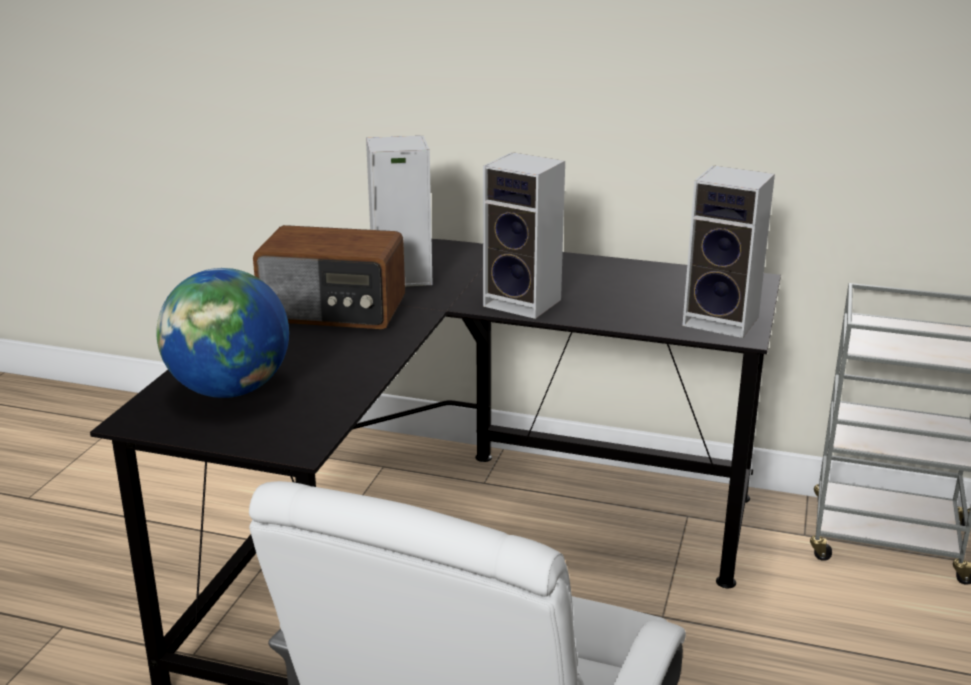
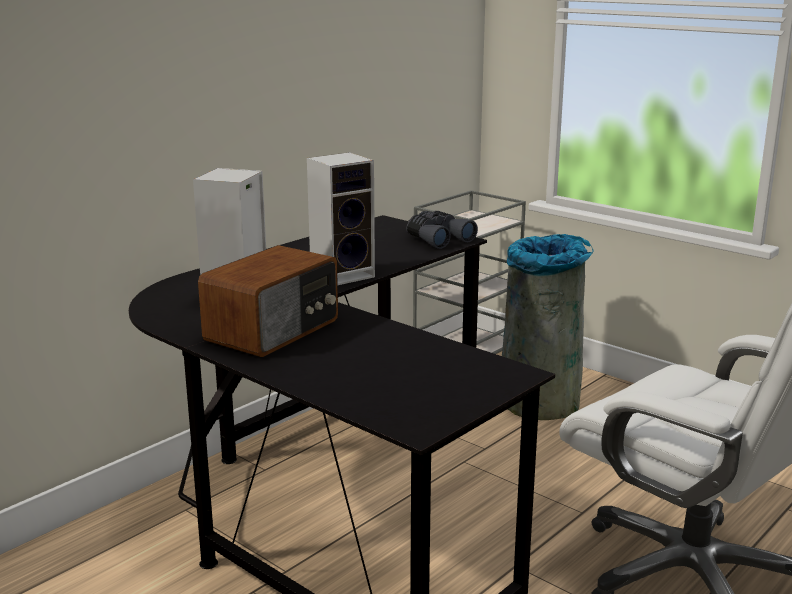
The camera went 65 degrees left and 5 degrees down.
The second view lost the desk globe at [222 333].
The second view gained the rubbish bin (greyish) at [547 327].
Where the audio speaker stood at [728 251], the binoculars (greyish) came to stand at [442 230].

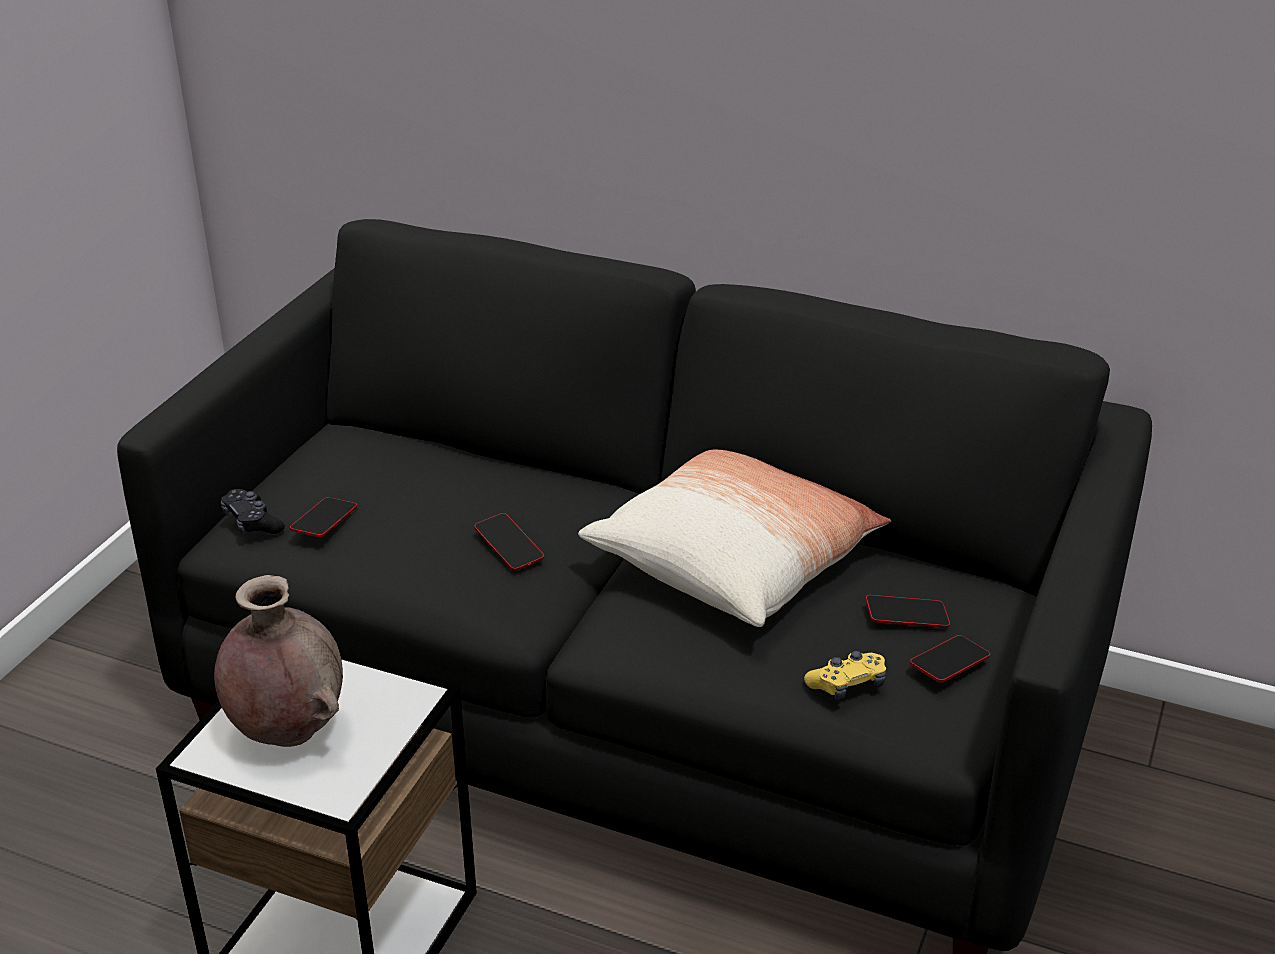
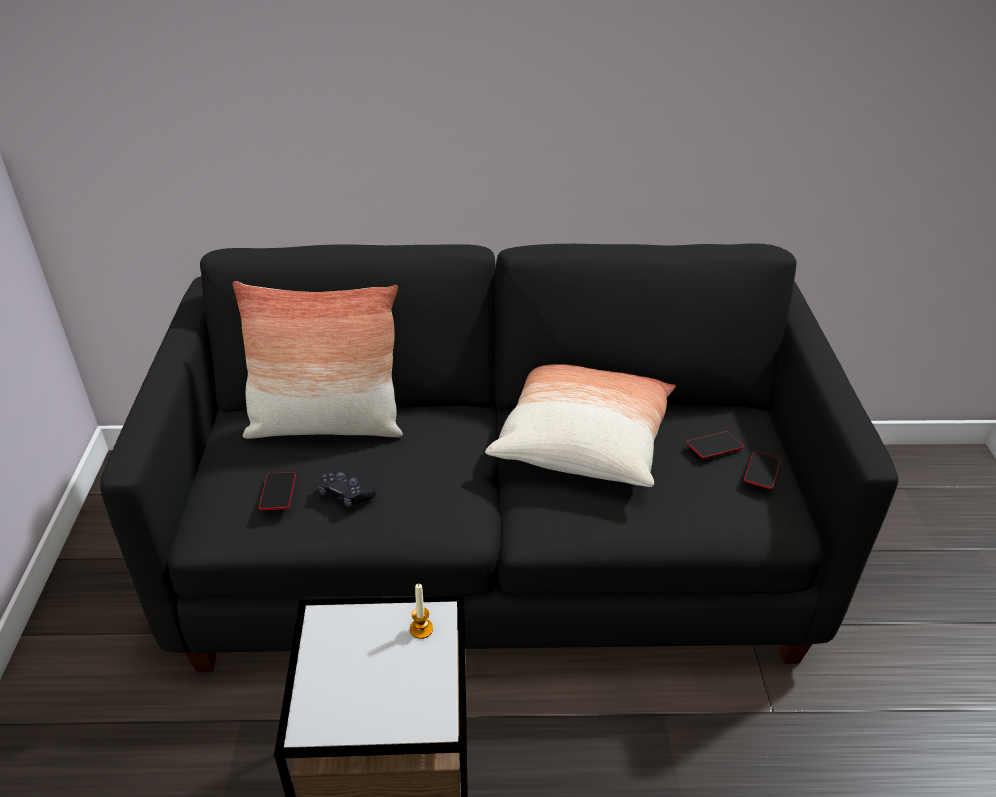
The camera went 25 degrees left and 5 degrees up.
The second view lost the vase (brownish) at [278 661].
The second view lost the telephone at [509 542].
The second view lost the game controller (yellowish) at [845 675].
The second view gained the cushion at [318 360].
The second view gained the wax candle at [421 611].
The game controller (black-coloured) ended up elsewhere, having gone from [253 511] to [347 490].

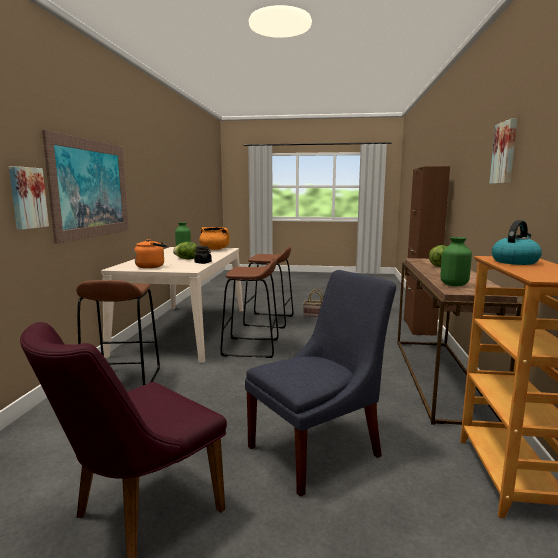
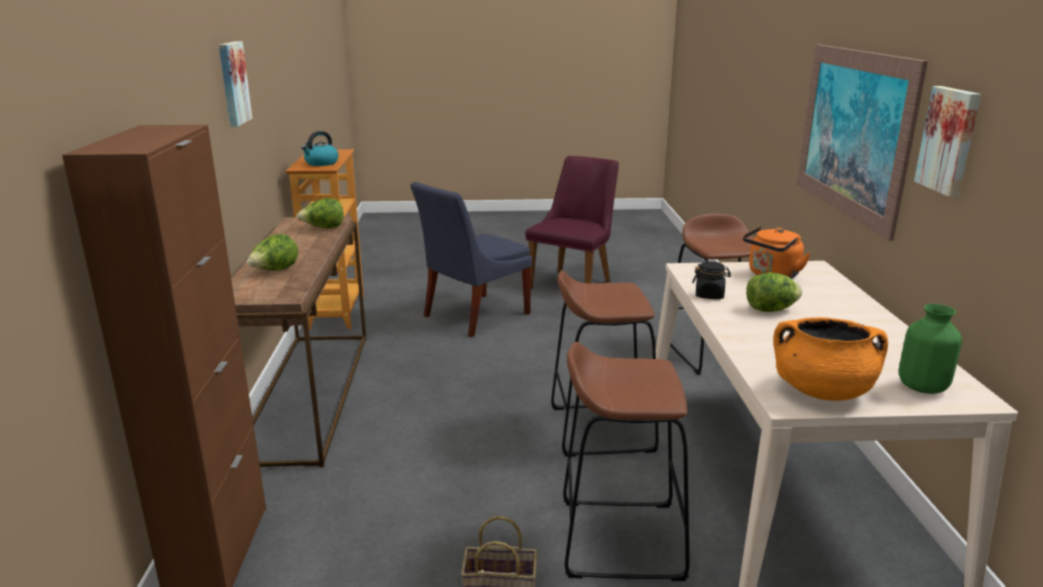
The camera went 170 degrees right and 10 degrees up.
The wall picture ended up elsewhere, having gone from [29 198] to [947 141].
Where the vase (green) stood at [456 261], the head of lettuce came to stand at [320 213].

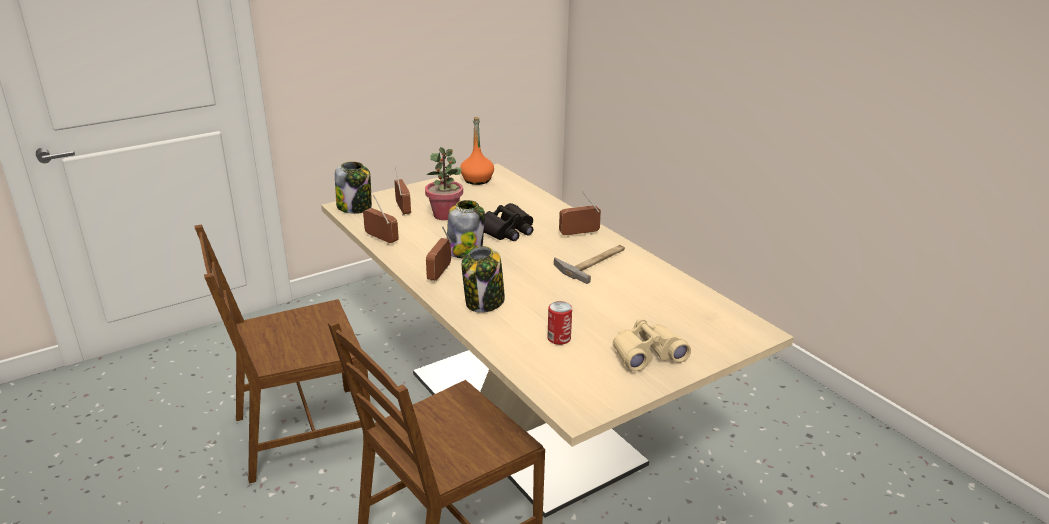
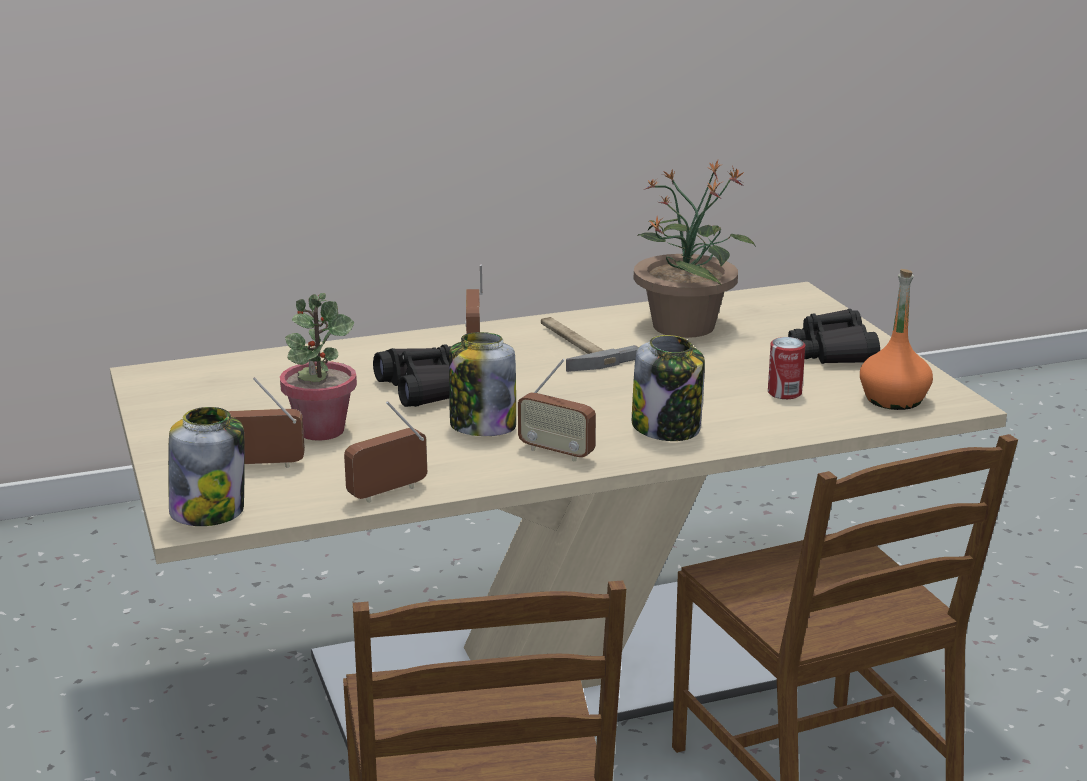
The camera went 75 degrees left and 5 degrees down.
The second view gained the houseplant at [695 249].
The beverage bottle (orange) ended up elsewhere, having gone from [477 151] to [896 339].
What was the binoculars (beige-coloured) at [652 345] turned into the binoculars (black-coloured) at [834 336].

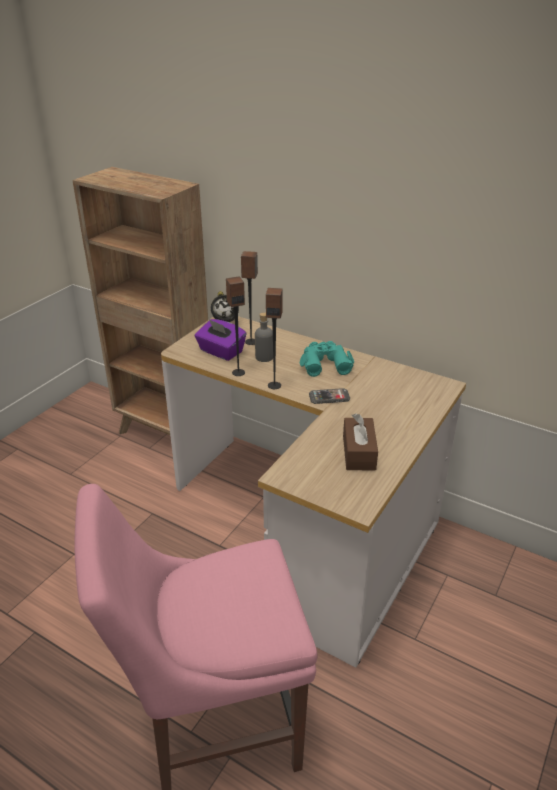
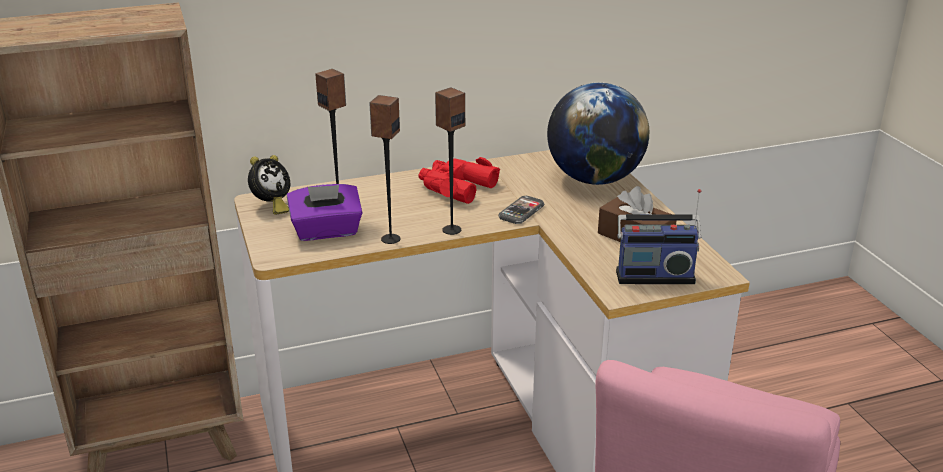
The camera went 50 degrees left and 5 degrees down.
The second view lost the beverage bottle (greyish) at [264 337].
The second view gained the desk globe at [598 133].
The second view gained the radio at [659 236].
What was the binoculars (turquoise) at [327 359] turned into the binoculars (red-coloured) at [459 180].

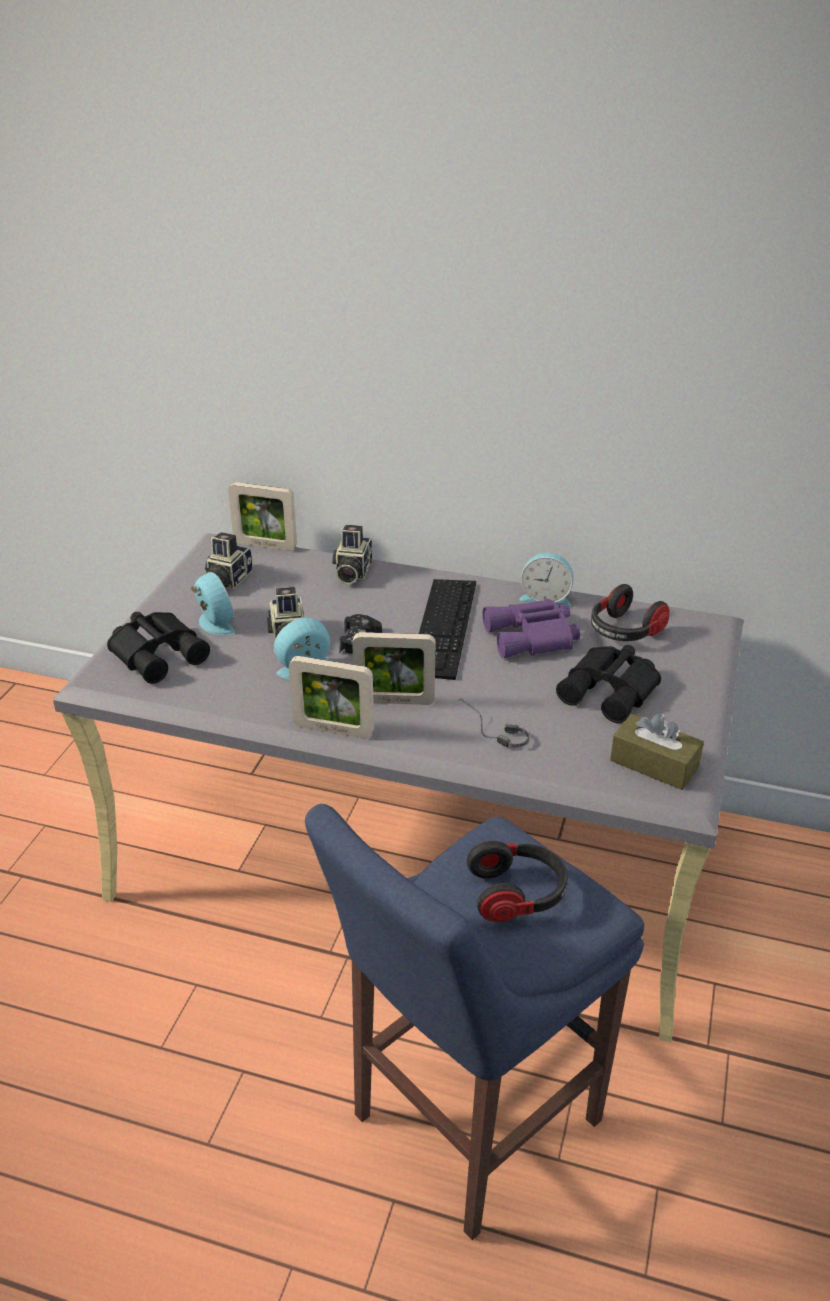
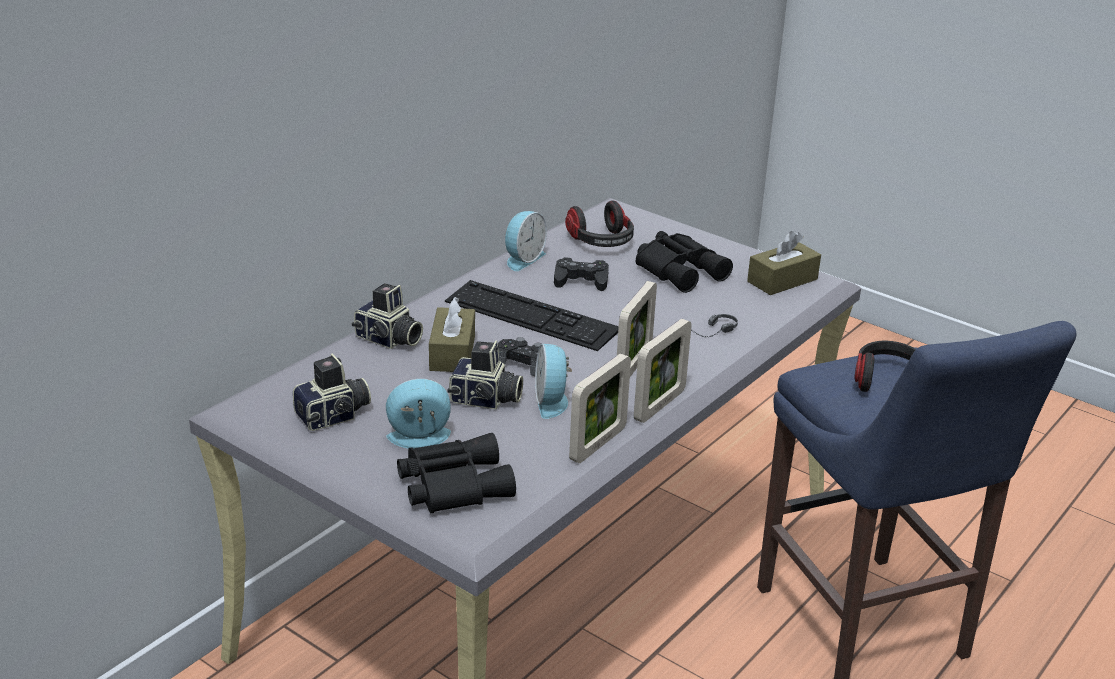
The camera went 70 degrees left and 5 degrees down.
The second view gained the tissue box (brownish) at [452 334].
The photo frame ended up elsewhere, having gone from [262 516] to [600 408].
Where the binoculars (purple) stood at [531 628], the game controller (black-coloured) came to stand at [581 274].
The photo camera at [228 560] ended up facing another way, 75 degrees counterclockwise from before.

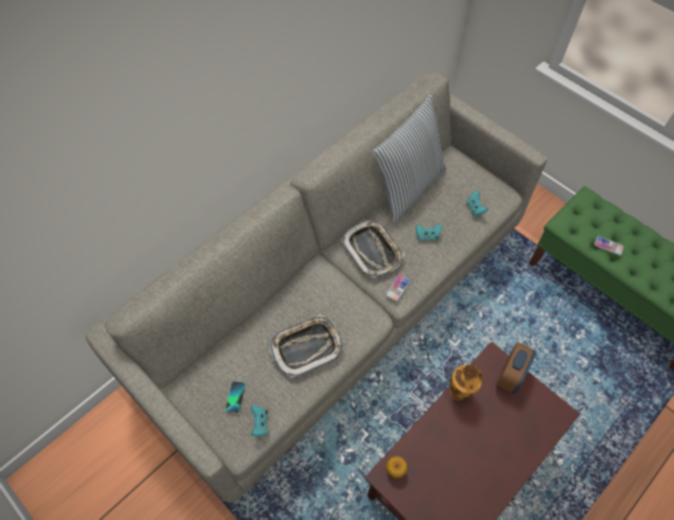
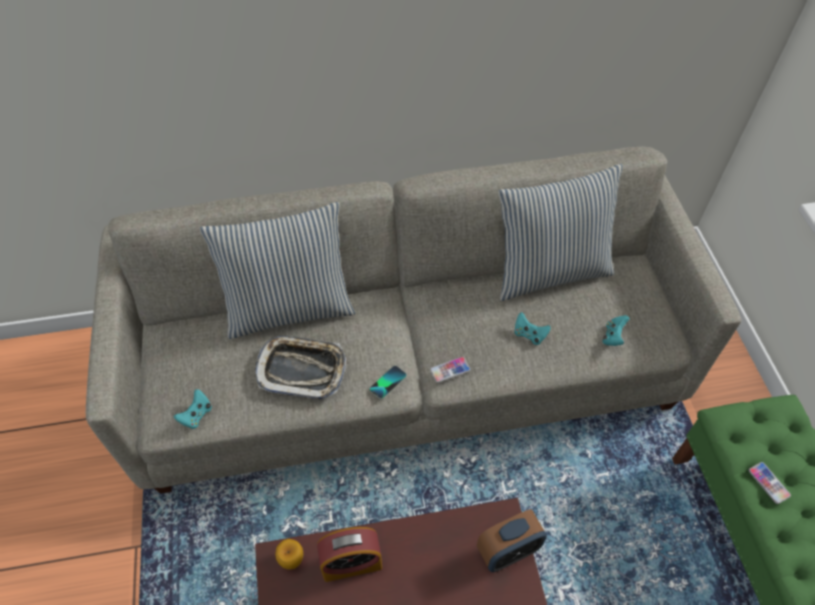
The camera went 35 degrees right and 5 degrees down.
The second view lost the carrying tray at [373 249].
The second view lost the vase at [466 383].
The second view gained the cushion at [277 270].
The second view gained the table clock at [349 554].
The telephone ended up elsewhere, having gone from [235 397] to [388 382].

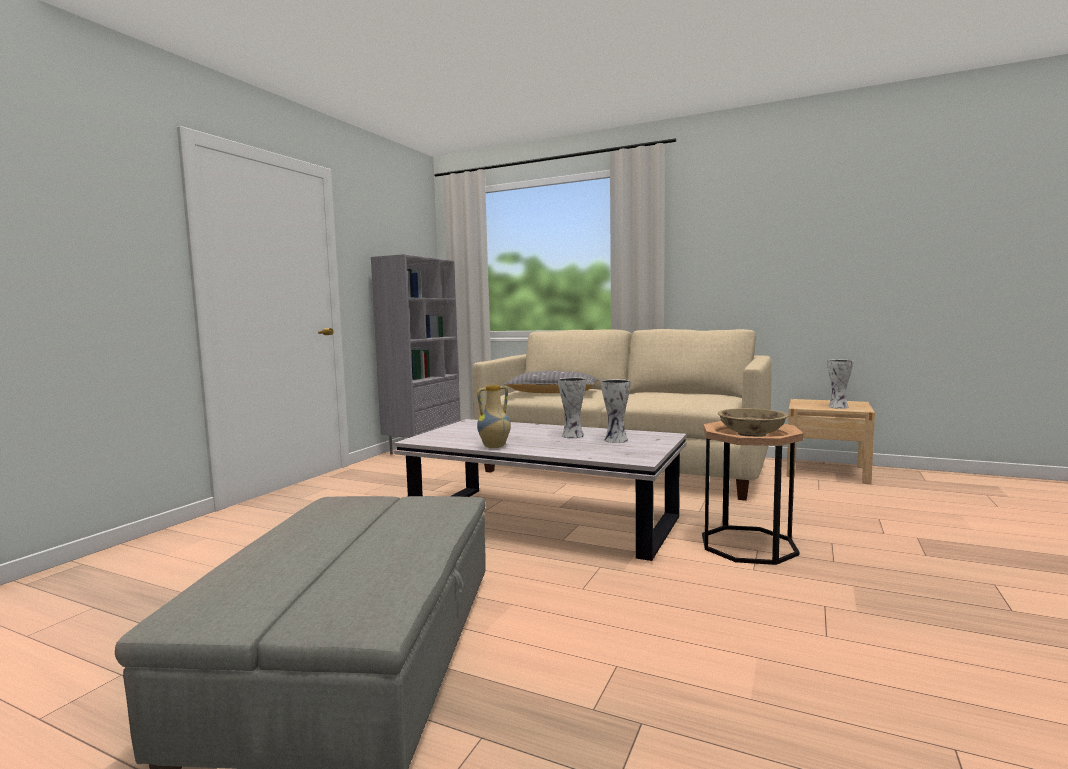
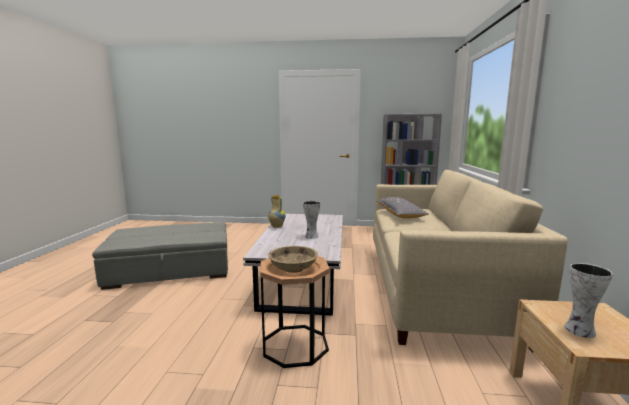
The camera went 70 degrees right and 5 degrees up.
The second view lost the vase at [616 411].

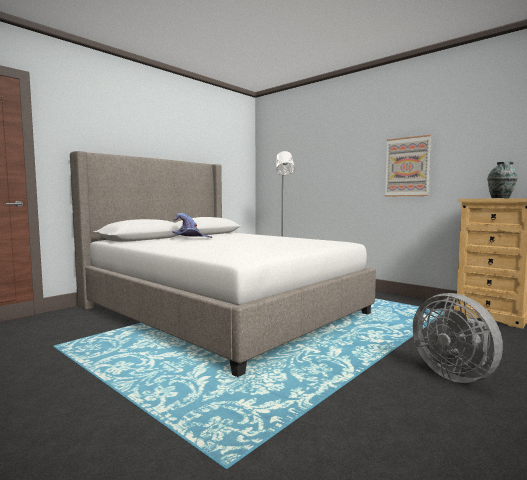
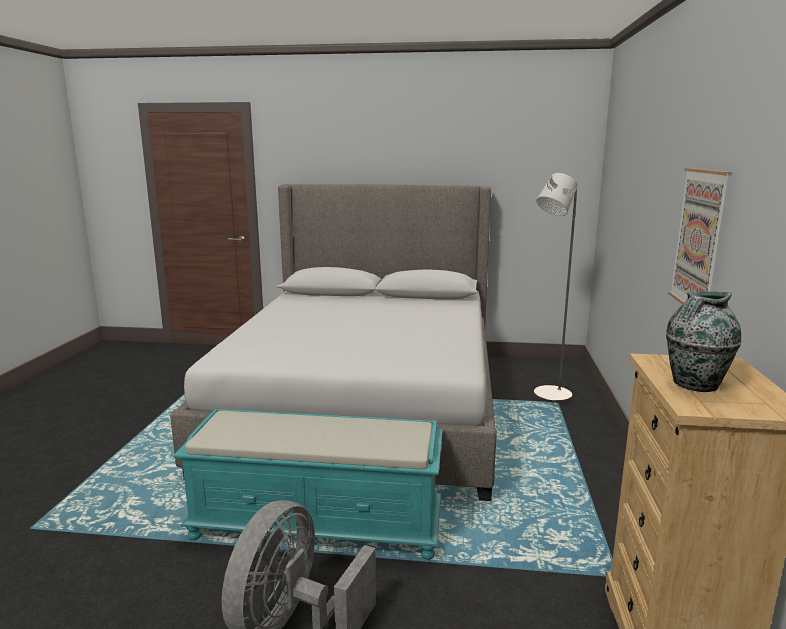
The camera went 55 degrees right and 10 degrees up.
The second view lost the hat (purple) at [192 225].
The second view gained the bench (turquoise) at [308 484].

